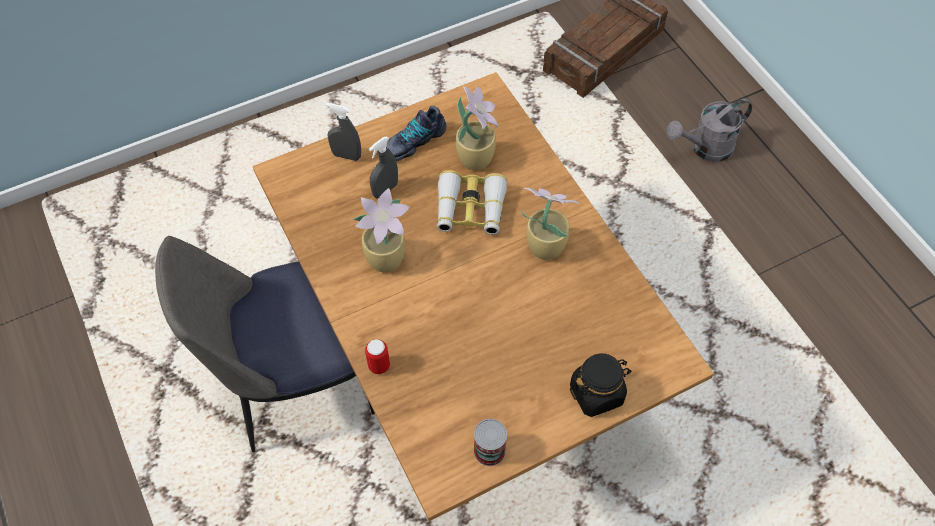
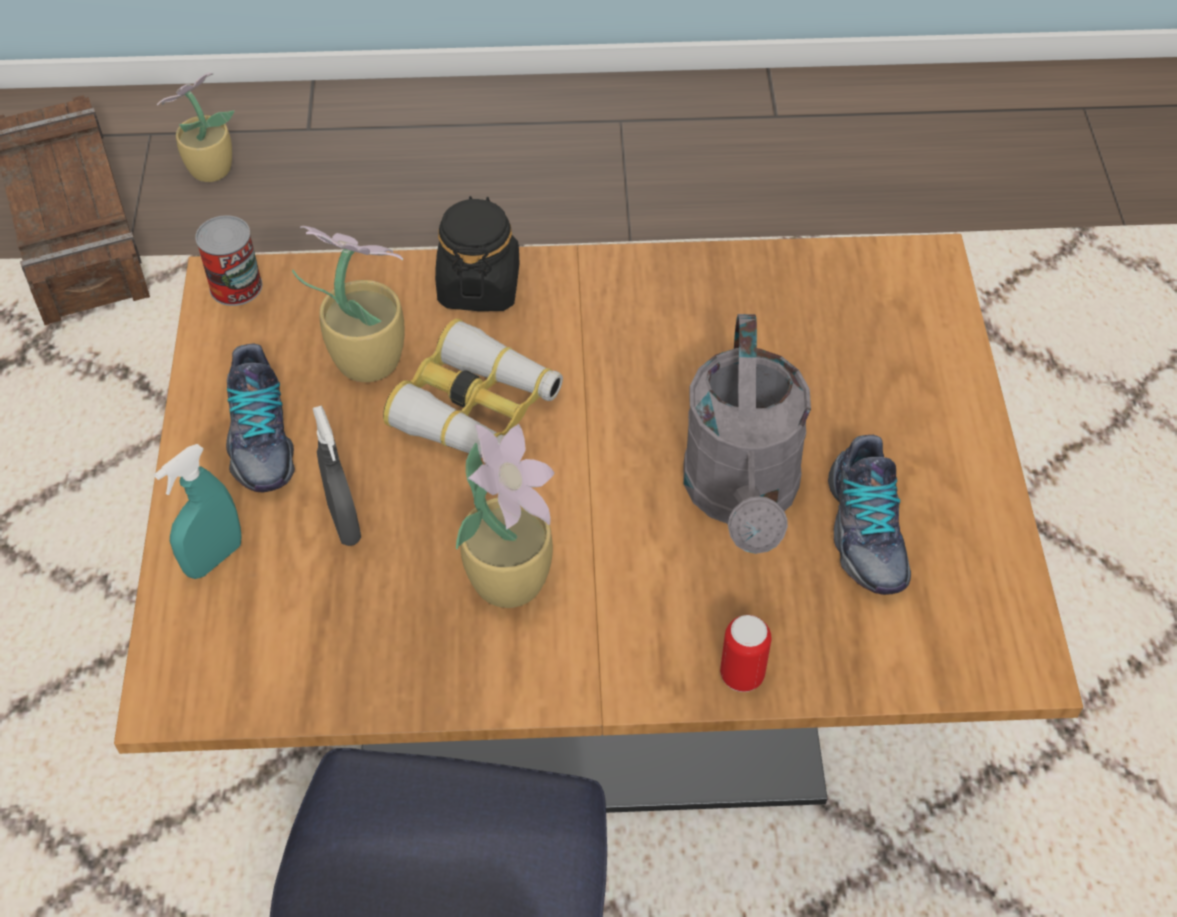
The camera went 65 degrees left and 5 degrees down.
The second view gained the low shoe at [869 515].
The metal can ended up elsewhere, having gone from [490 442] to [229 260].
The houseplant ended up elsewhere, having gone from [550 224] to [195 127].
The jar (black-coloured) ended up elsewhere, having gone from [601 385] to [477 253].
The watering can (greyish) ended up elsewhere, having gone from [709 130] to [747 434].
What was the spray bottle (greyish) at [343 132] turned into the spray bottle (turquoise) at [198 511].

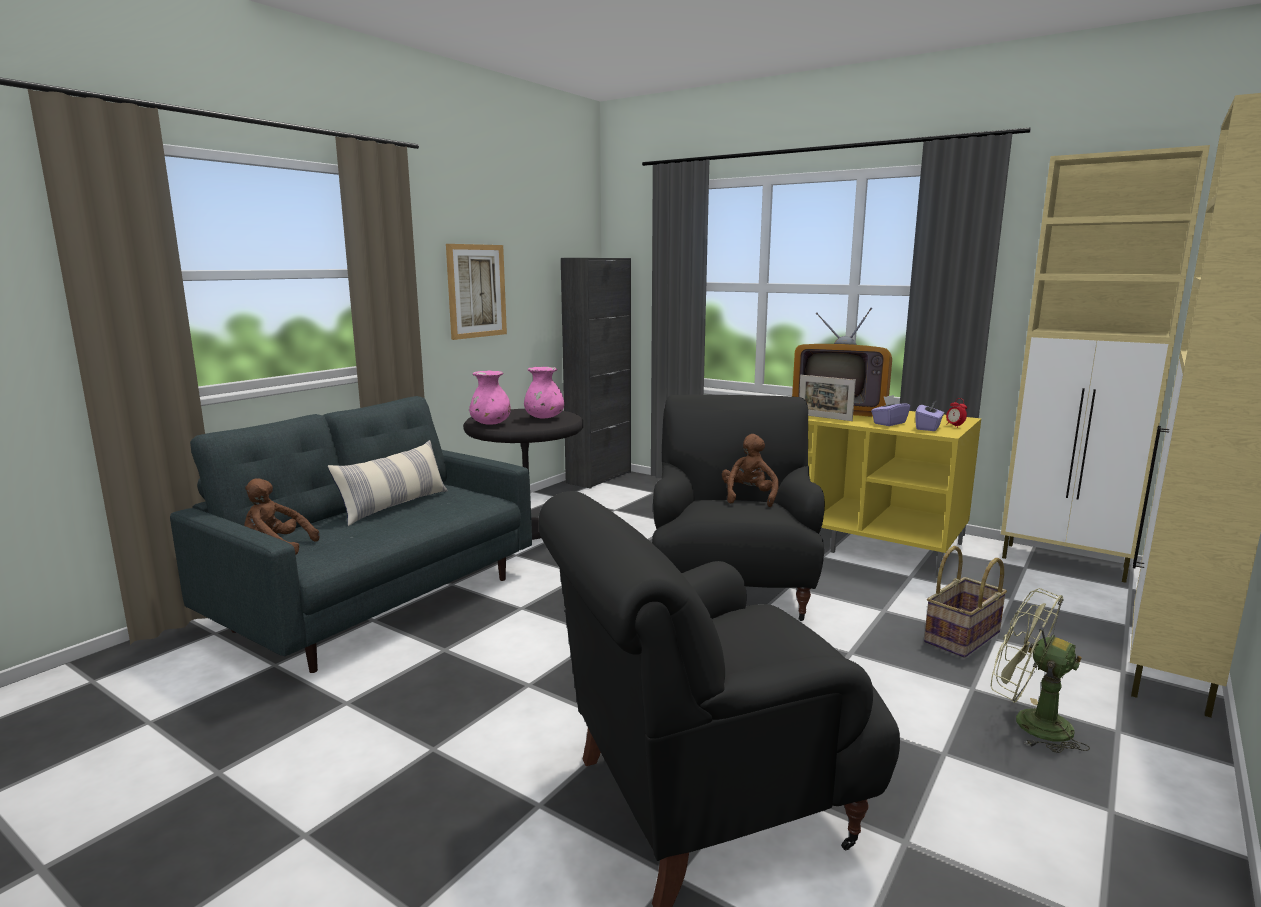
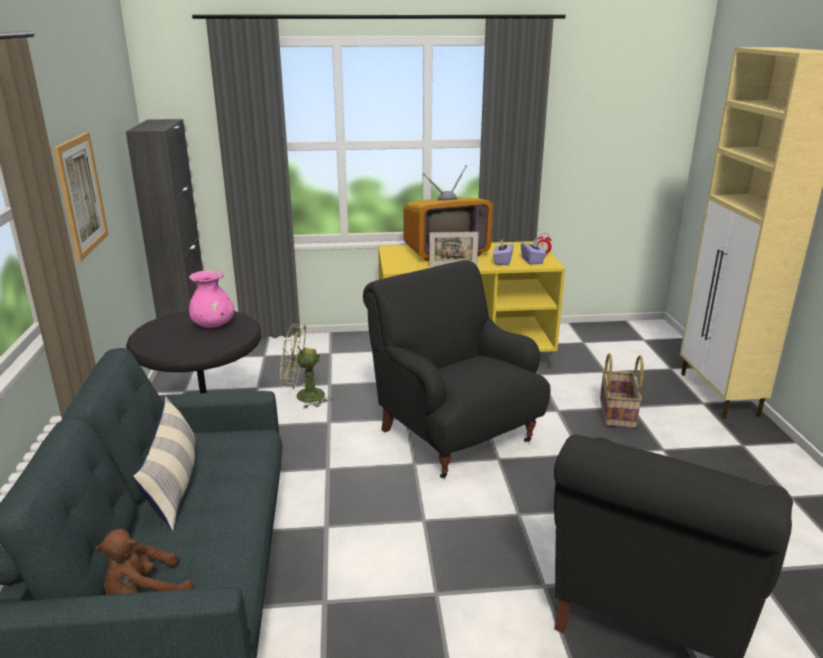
The camera went 40 degrees left and 10 degrees up.
The second view lost the vase (pink) at [490 397].
The second view lost the soft toy (brownish) at [750 470].
The second view lost the cupboard (beige-coloured) at [1105 364].
The cooling fan (green) ended up elsewhere, having gone from [1040 670] to [306 366].

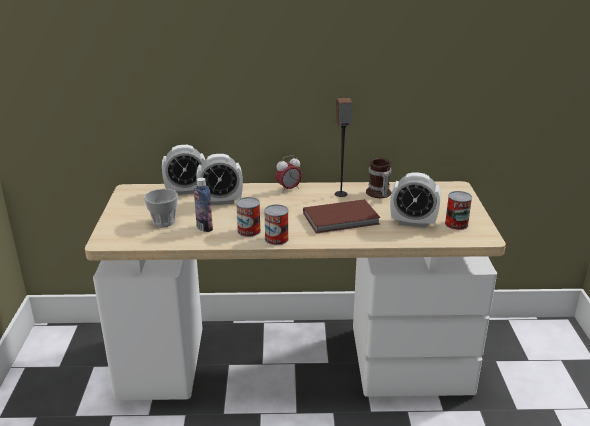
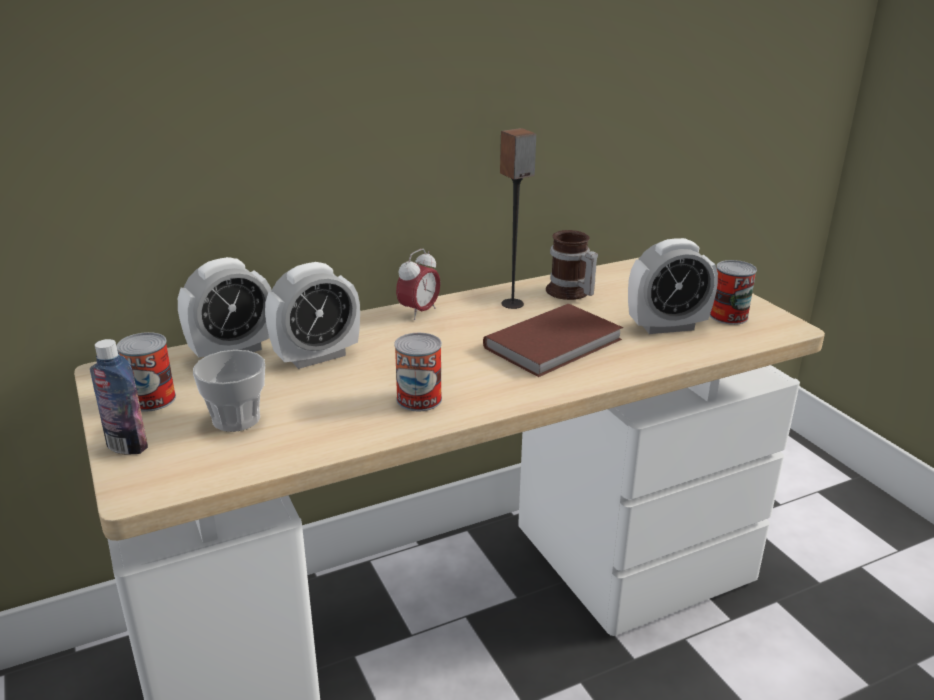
The camera went 25 degrees left and 0 degrees up.
The beverage bottle ended up elsewhere, having gone from [203 205] to [119 397].
The metal can ended up elsewhere, having gone from [276 224] to [146 372].

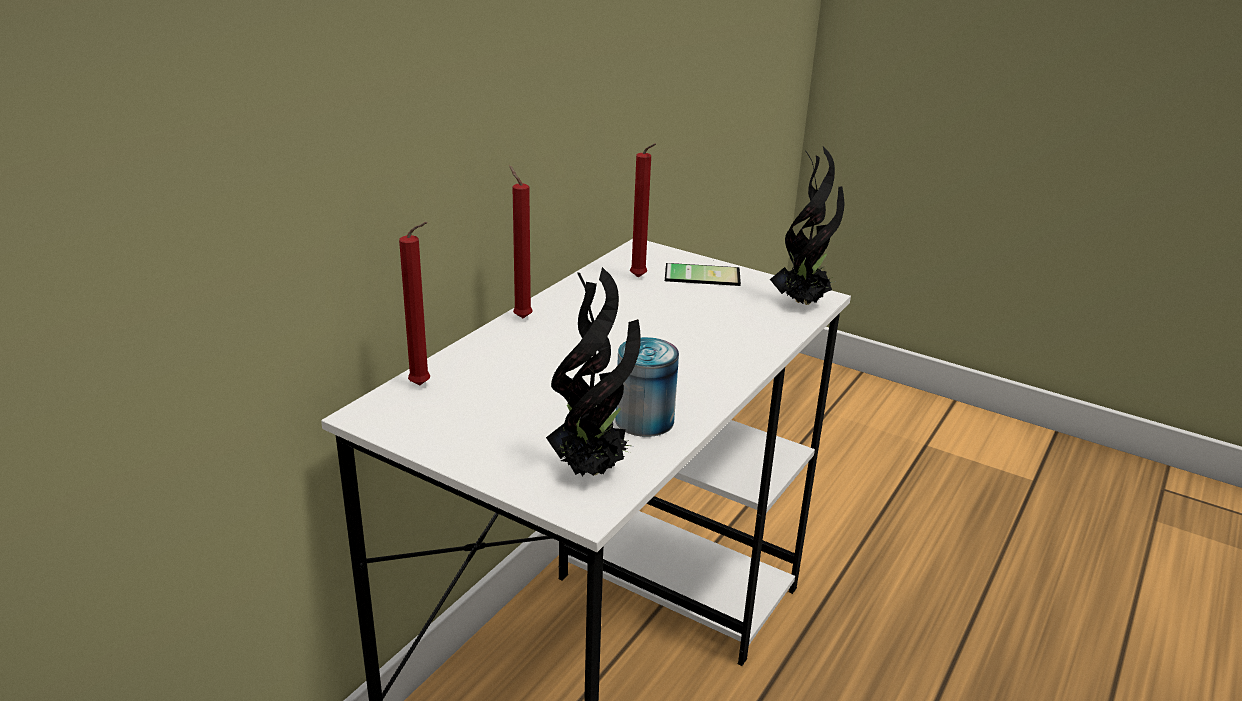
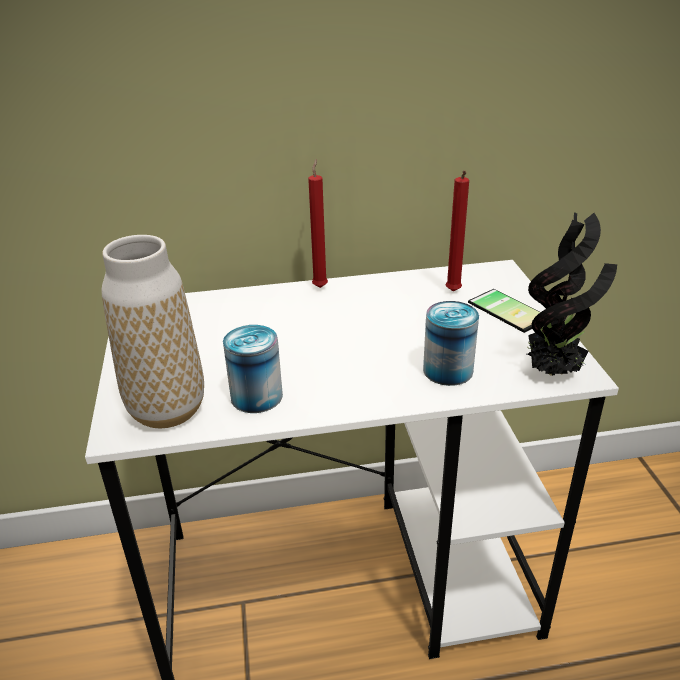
The camera went 50 degrees right and 5 degrees up.
The second view lost the wax candle (red-coloured) at [414 303].
The second view gained the metal can at [451 343].
Where the houseplant stood at [593 372], the vase came to stand at [152 331].

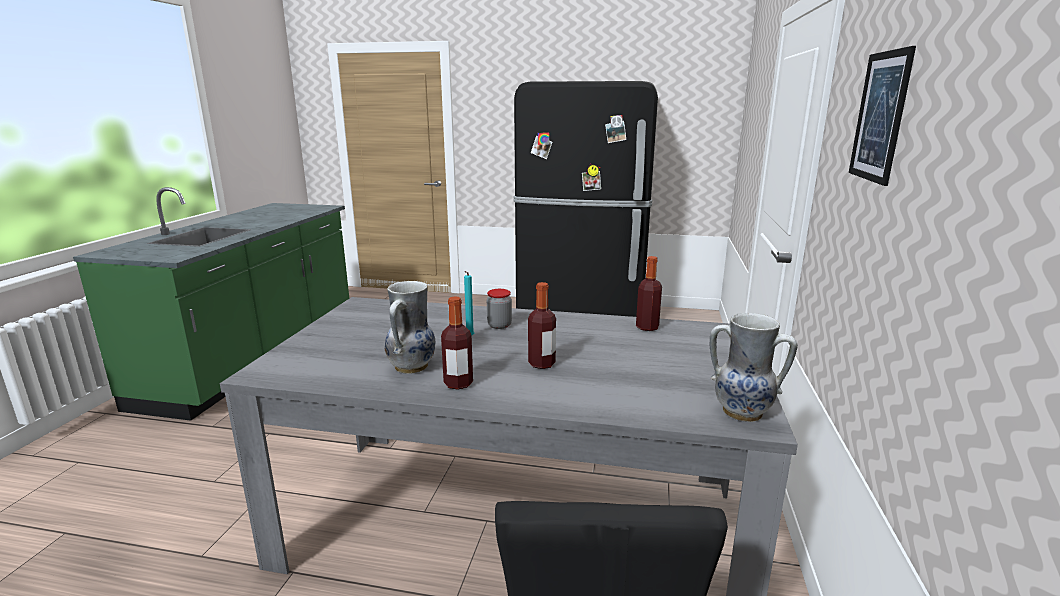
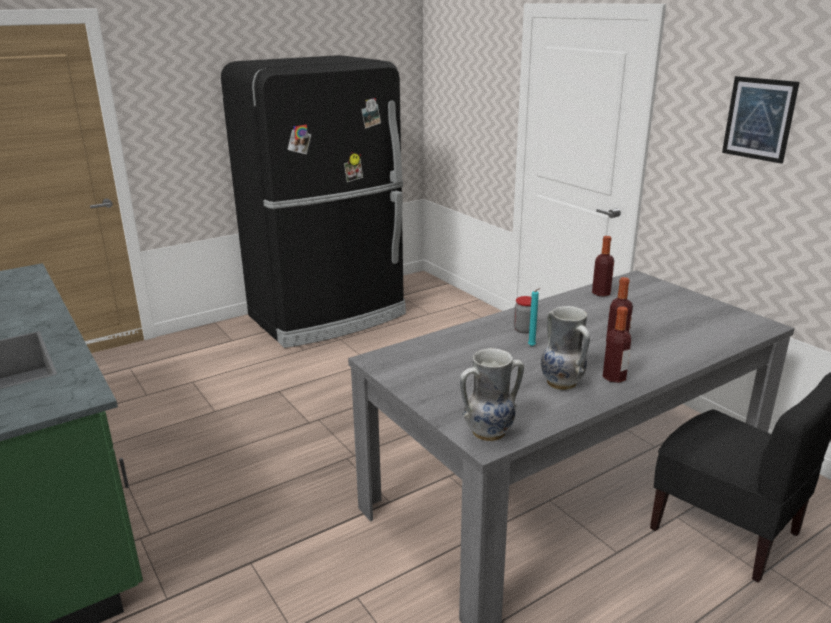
The camera went 45 degrees left and 5 degrees up.
The vase ended up elsewhere, having gone from [754 367] to [492 394].

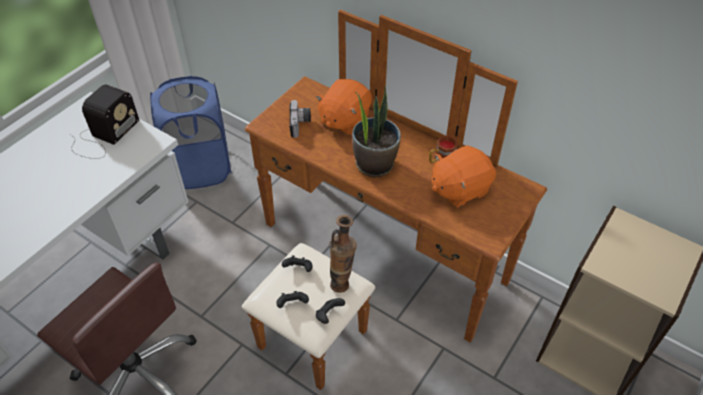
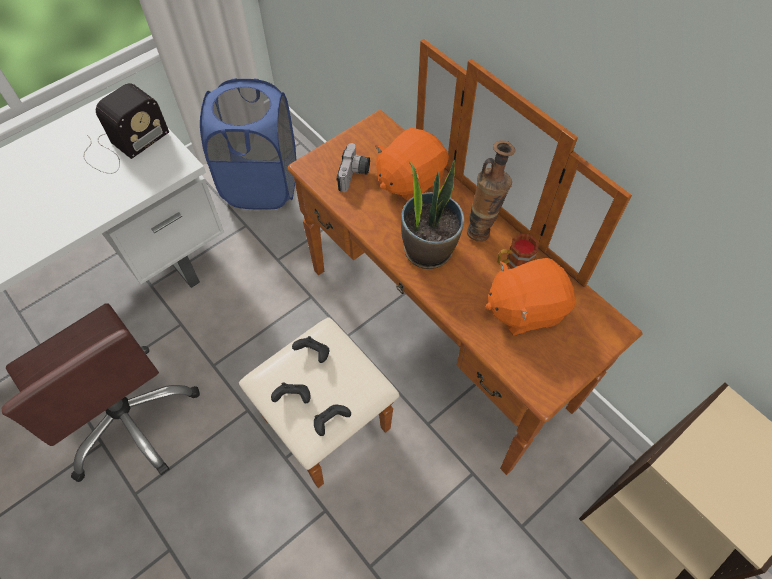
The camera went 15 degrees right and 10 degrees up.
The vase ended up elsewhere, having gone from [343 254] to [491 191].

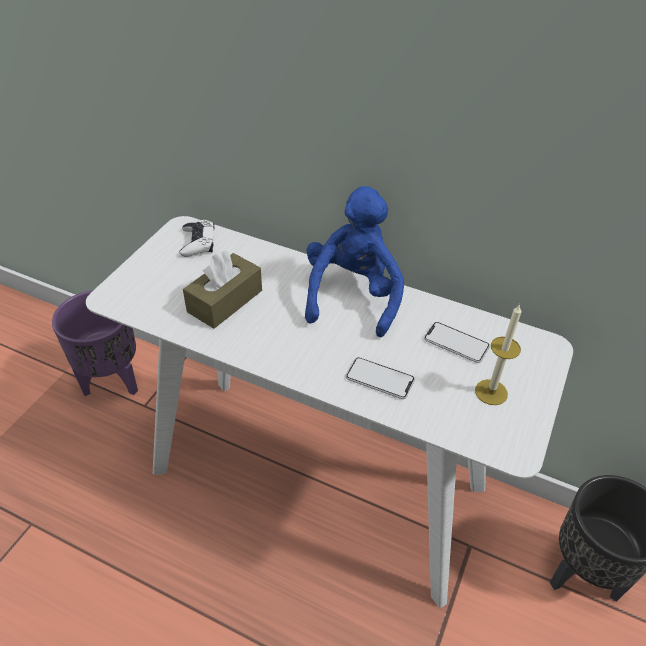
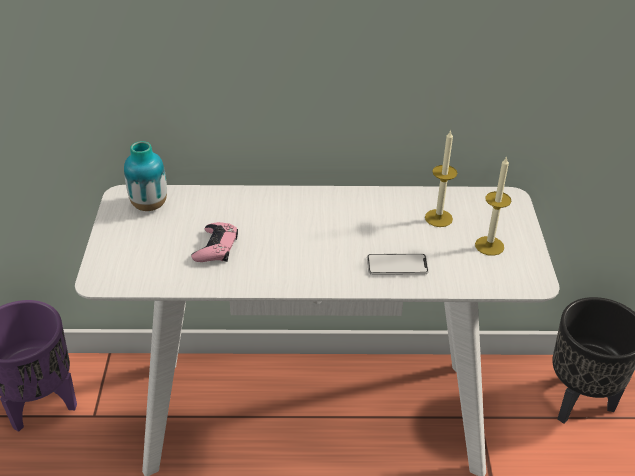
The camera went 25 degrees left and 5 degrees down.
The second view lost the soft toy (bluish) at [354 261].
Where the game controller (white-coloured) stood at [196 238], the vase came to stand at [145 176].
Where the tissue box (brownish) stood at [222 289], the game controller (pink) came to stand at [214 242].
Where the telephone stood at [457 342], the wax candle came to stand at [441 178].

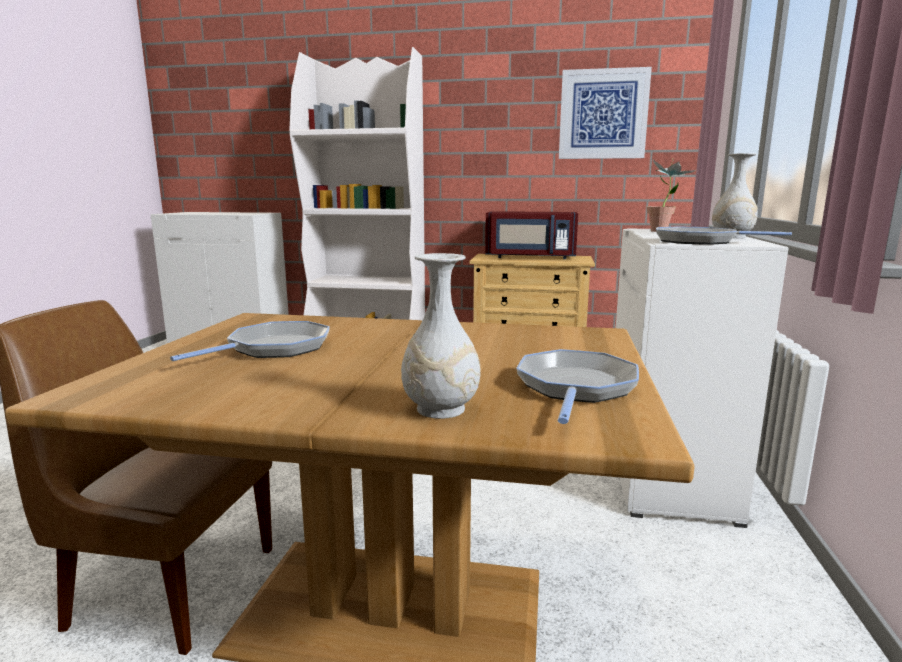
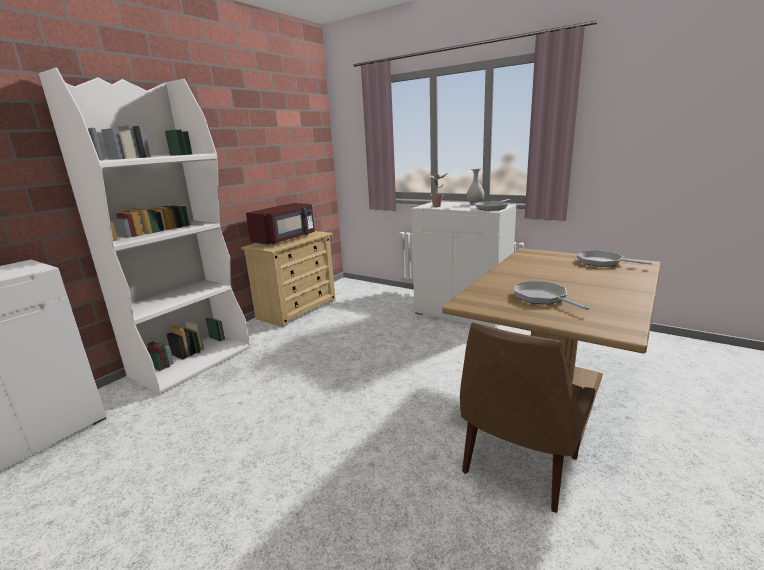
The camera went 65 degrees left and 5 degrees up.
The second view lost the vase (white-coloured) at [441 336].
The second view lost the wall picture at [605 113].

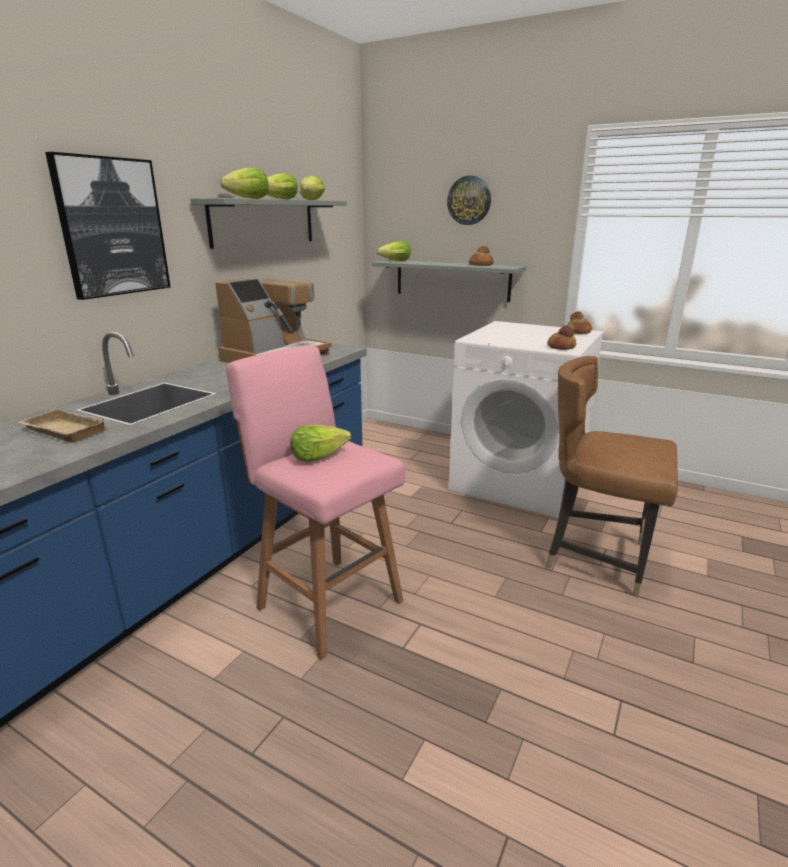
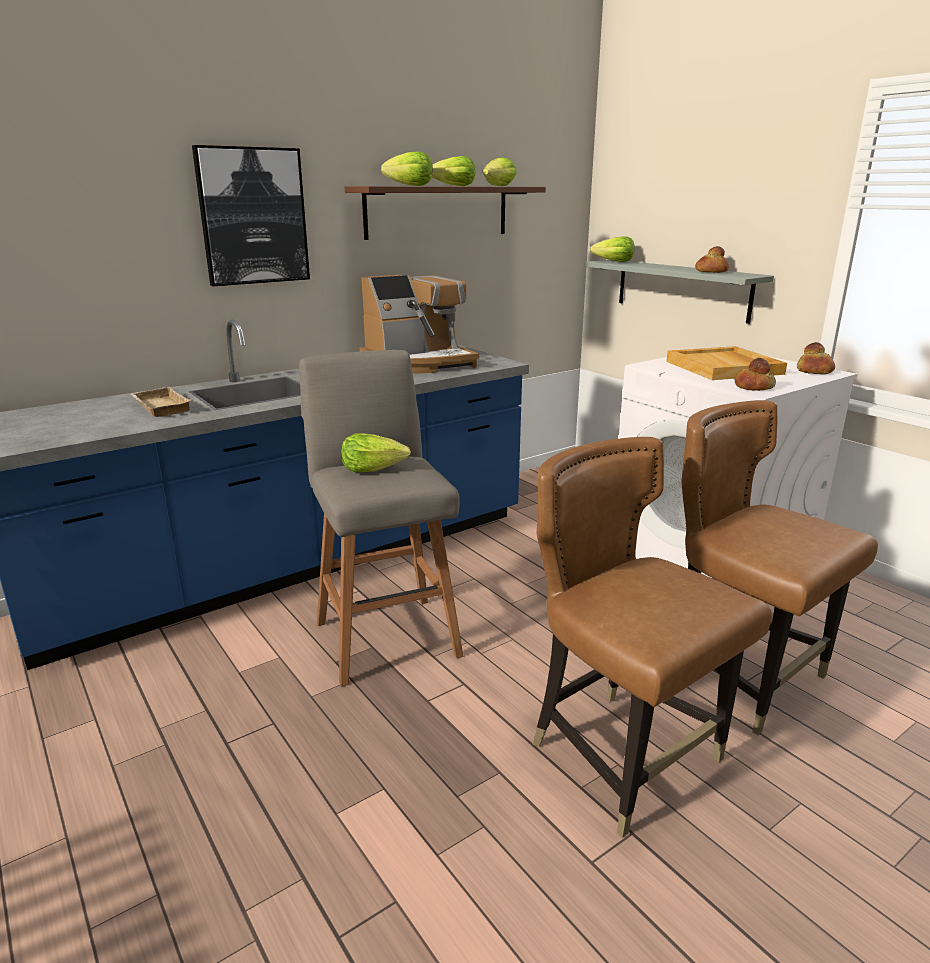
The camera went 25 degrees right and 0 degrees up.
The second view lost the hanging clock at [469 200].
The second view gained the chair (brownish) at [652 637].
The second view gained the carrying tray (beige-coloured) at [726 363].
What was the bracket shelf (greyish) at [268 223] turned into the bracket shelf (brownish) at [445 213].
What was the stool seat (pink) at [315 502] turned into the stool seat (greyish) at [381 518].

